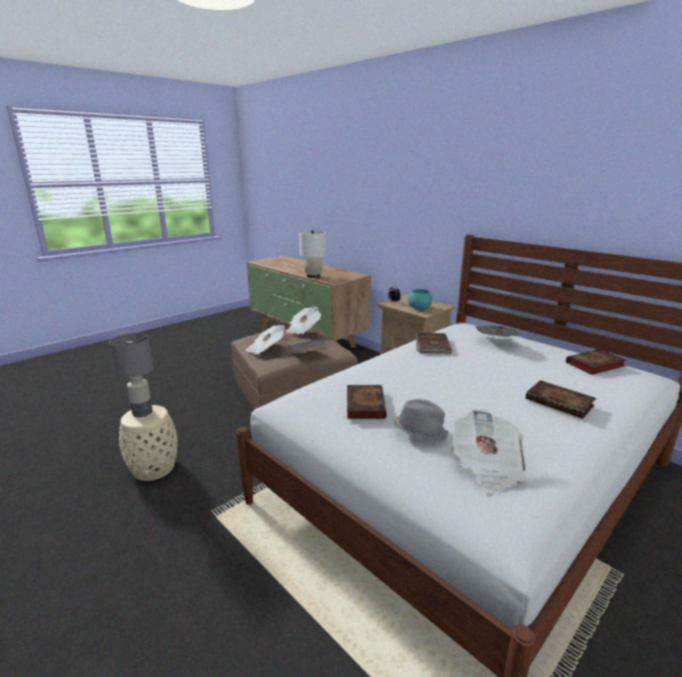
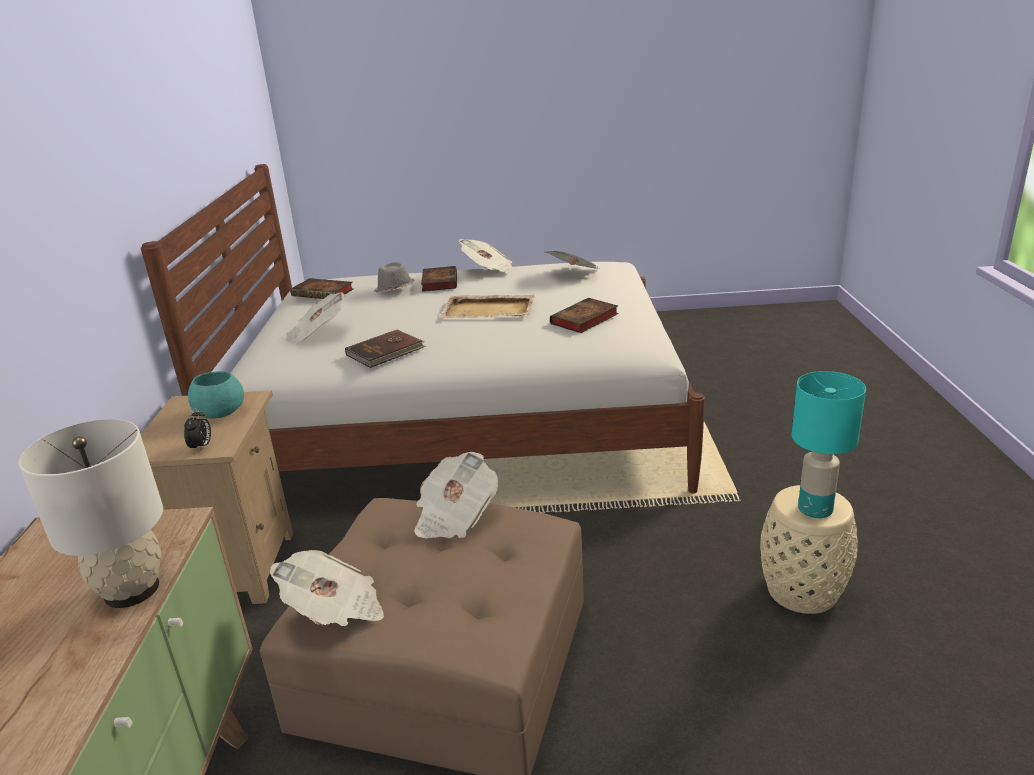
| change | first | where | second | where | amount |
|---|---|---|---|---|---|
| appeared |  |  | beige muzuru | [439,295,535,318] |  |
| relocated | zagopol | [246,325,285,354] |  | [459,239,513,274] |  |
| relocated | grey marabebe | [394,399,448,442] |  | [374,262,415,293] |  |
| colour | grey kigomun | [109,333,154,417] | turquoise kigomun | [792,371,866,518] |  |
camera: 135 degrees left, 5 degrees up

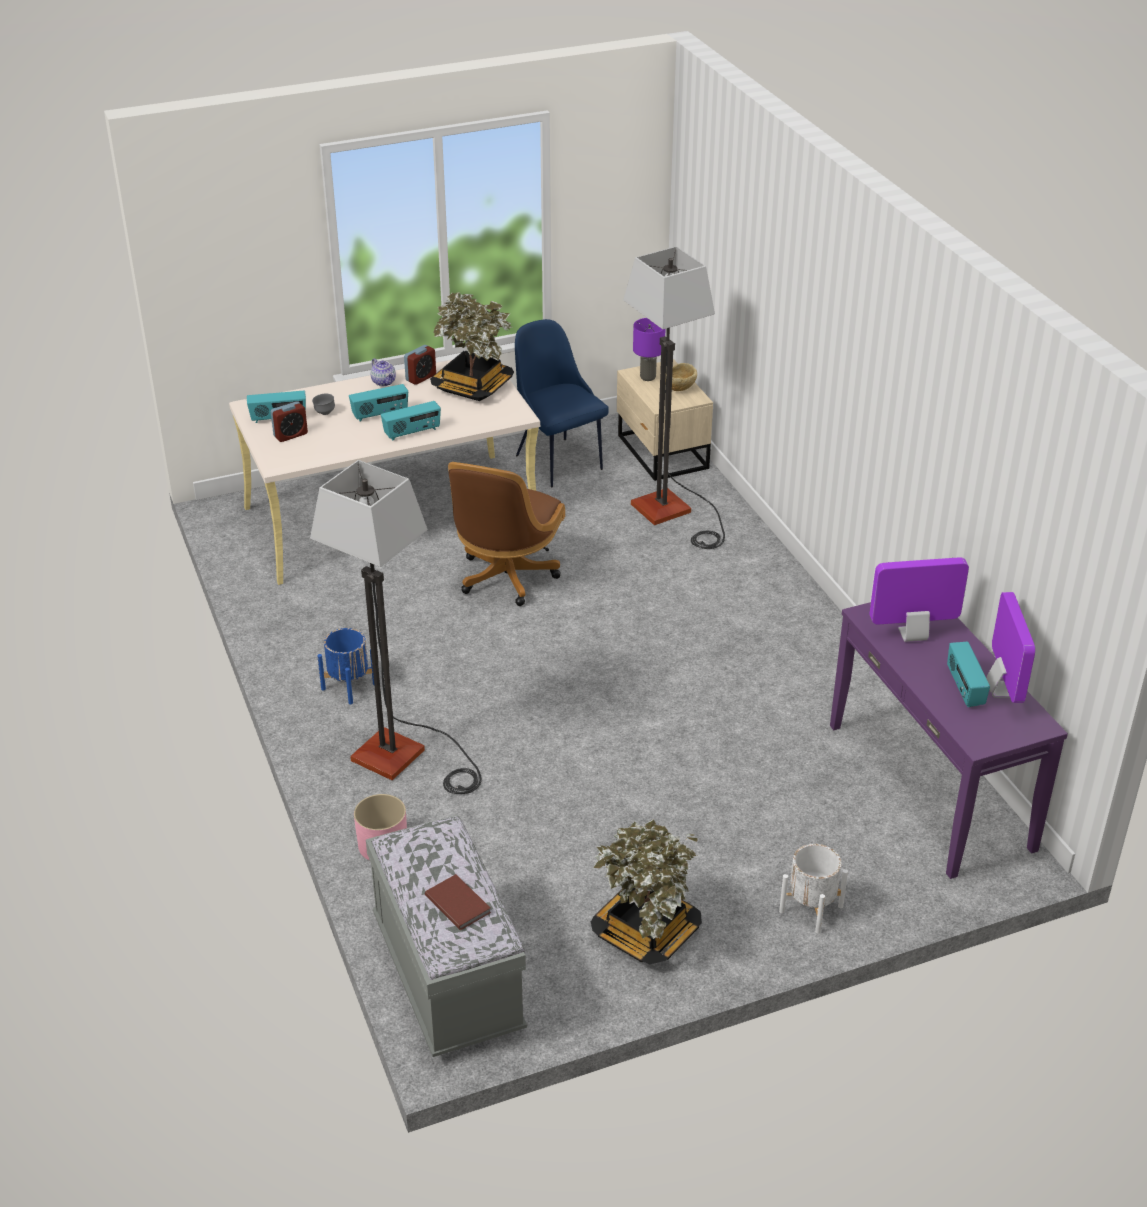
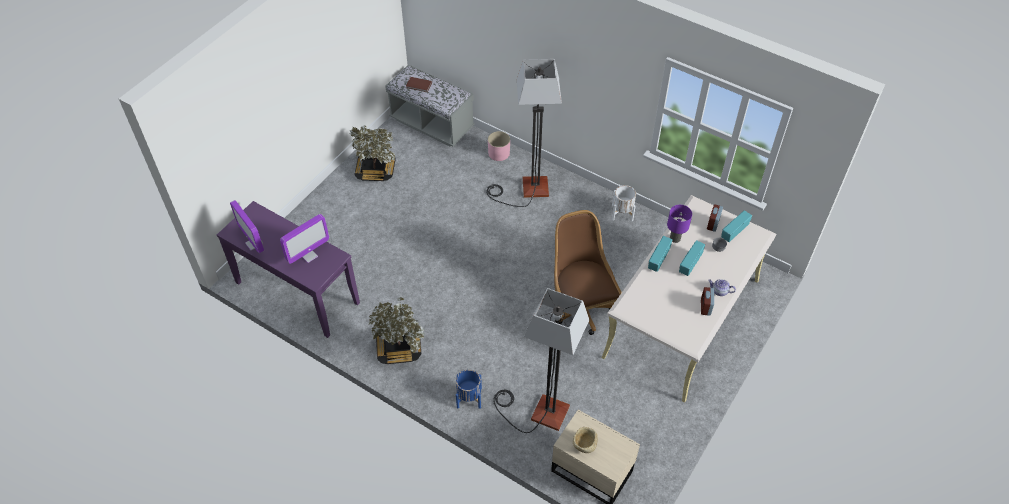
| change | first | where | second | where | amount |
|---|---|---|---|---|---|
| missing | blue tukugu | [515,319,609,487] |  |  |  |
| missing | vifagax | [947,642,990,707] |  |  |  |
| relocated | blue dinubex | [317,628,374,704] |  | [456,370,482,409] |  |
| relocated | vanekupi | [430,292,514,401] |  | [368,297,425,364] |  |
| relocated | purple kigomun | [633,318,665,381] |  | [667,205,692,243] |  |
| relocated | white dinubex | [779,844,848,933] |  | [612,185,636,222] |  |
camera: 145 degrees right, 15 degrees up

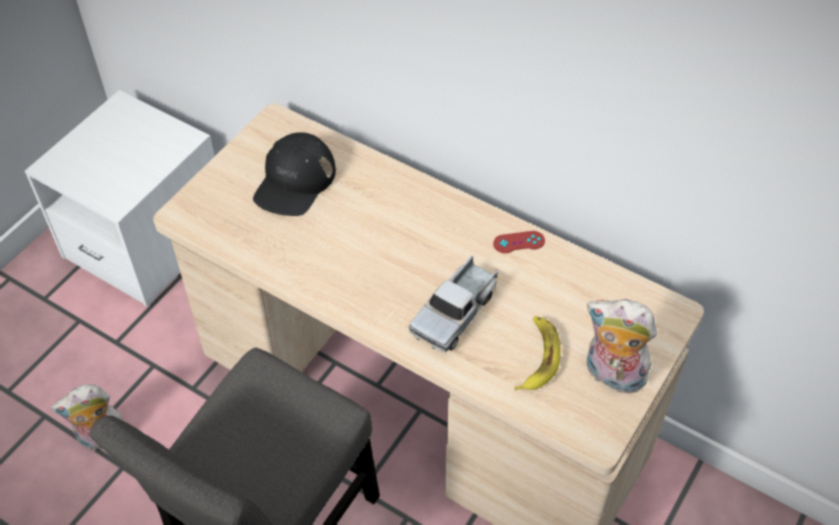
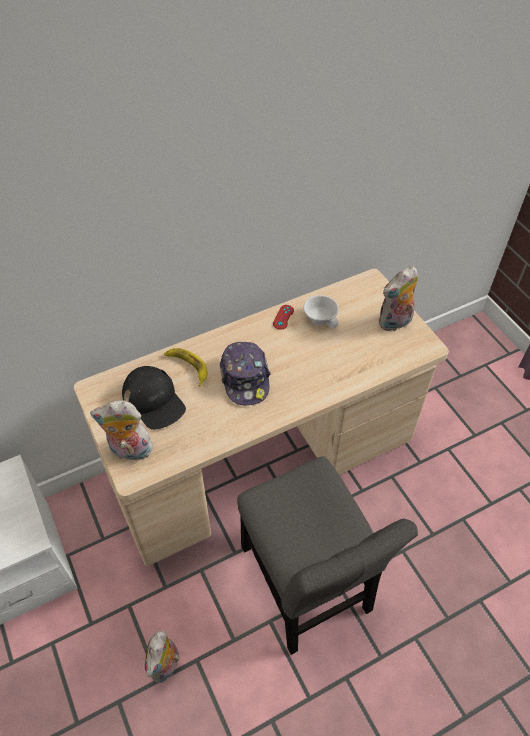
| change | first | where | second | where | amount |
|---|---|---|---|---|---|
| missing | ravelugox | [408,256,498,352] |  |  |  |
| appeared |  |  | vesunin | [90,400,157,461] |  |
| appeared |  |  | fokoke | [220,342,271,405] |  |
| appeared |  |  | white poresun | [304,295,339,329] |  |
| relocated | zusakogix | [515,316,561,390] |  | [164,348,208,387] |  |
camera: 60 degrees left, 0 degrees up

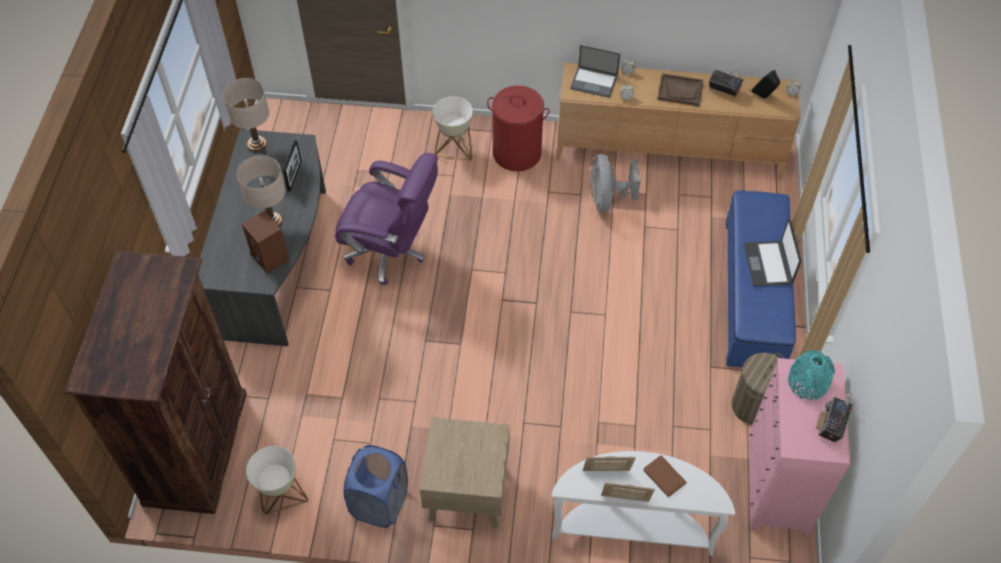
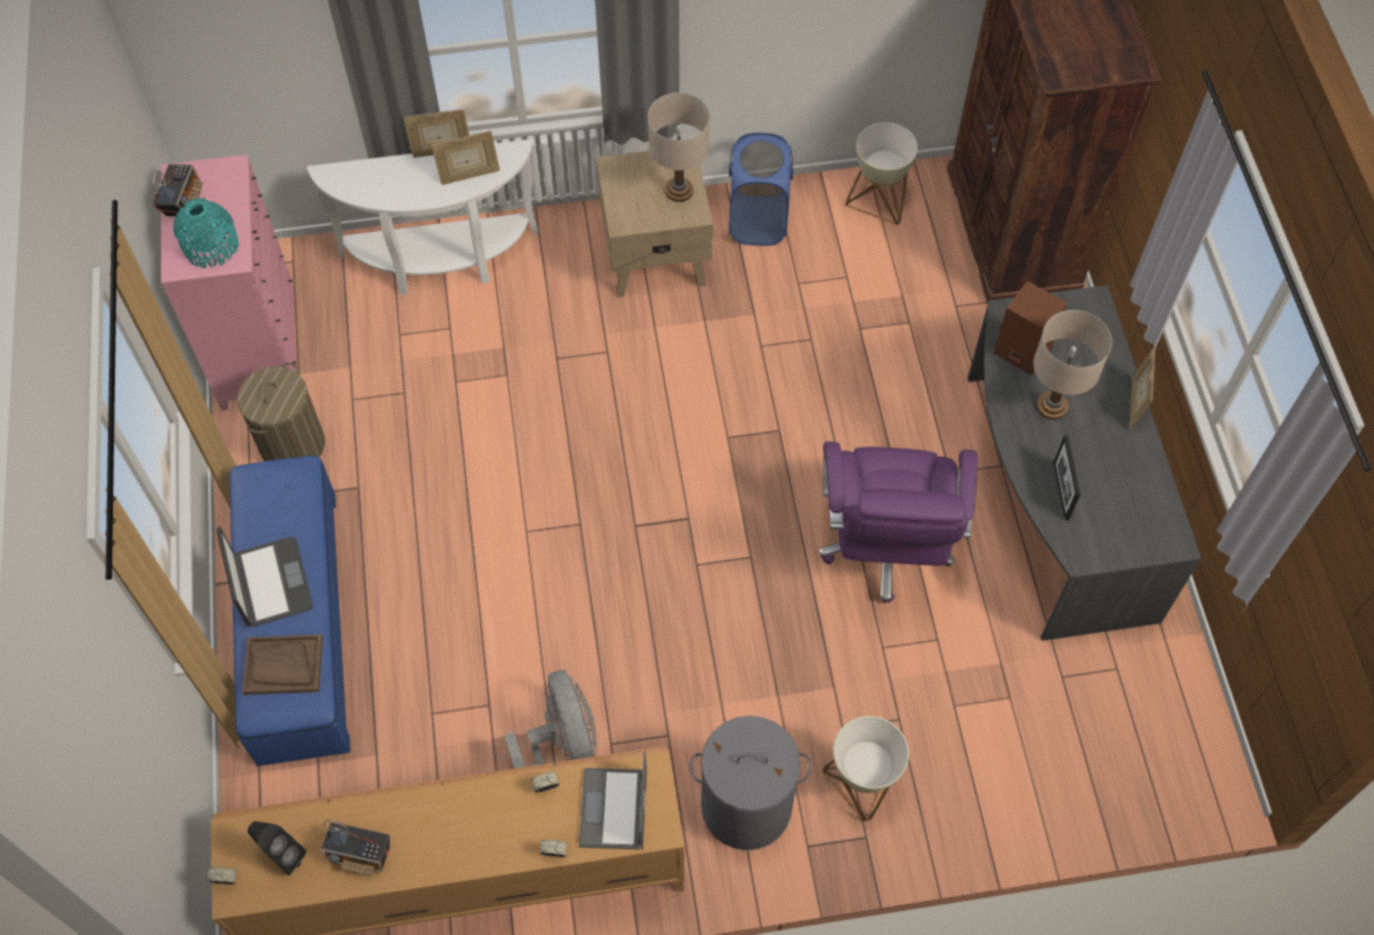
| change | first | where | second | where | amount |
|---|---|---|---|---|---|
| missing | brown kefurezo | [643,455,687,497] |  |  |  |
| appeared |  |  | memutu | [1129,347,1155,430] |  |
| relocated | beige kigomun | [223,78,269,152] |  | [648,93,710,202] |  |
| relocated | brown muzuru | [657,73,704,106] |  | [242,634,323,695] |  |
| colour | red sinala | [487,86,550,171] | grey sinala | [689,716,812,850] |  |
| spun | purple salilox | [335,153,438,285] |  | [819,441,978,602] | 90 degrees counterclockwise |
| spun | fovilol | [570,45,620,98] |  | [579,751,647,850] | 90 degrees counterclockwise |
camera: 165 degrees right, 5 degrees up

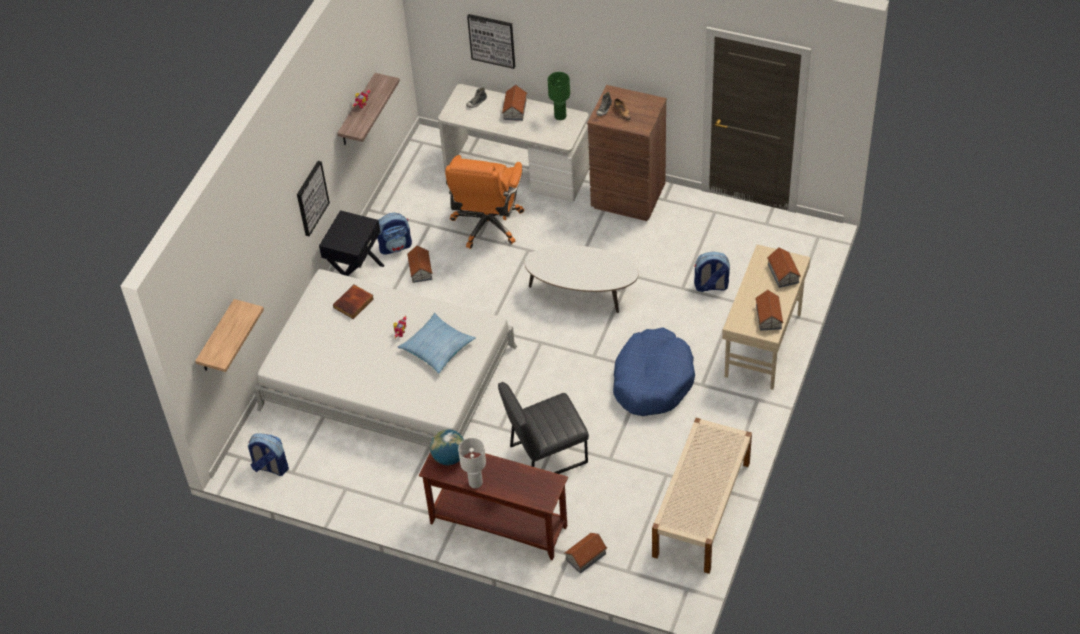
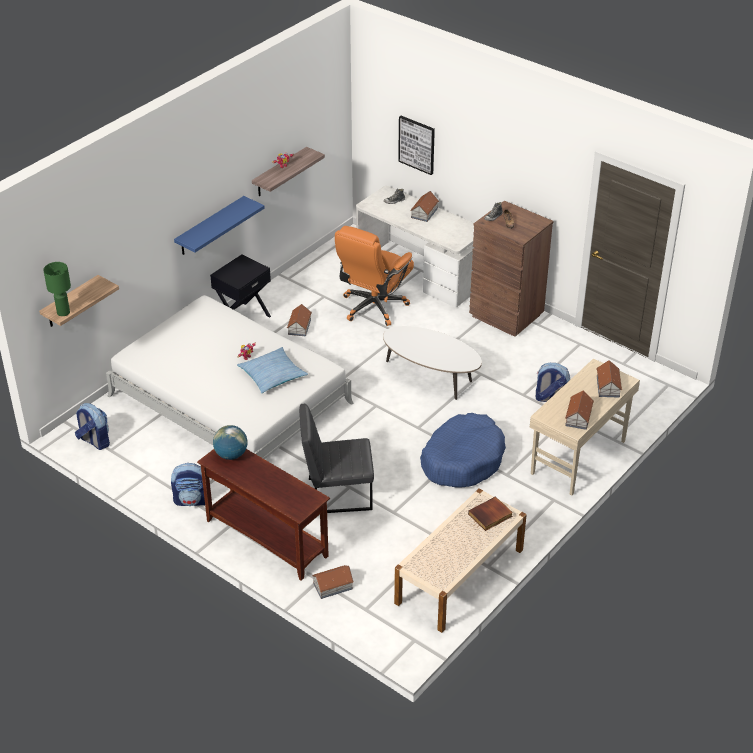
| change | first | where | second | where | amount |
|---|---|---|---|---|---|
| missing | white kigomun | [458,438,486,488] |  |  |  |
| relocated | kefurezo | [333,285,374,319] |  | [468,496,513,531] |  |
| relocated | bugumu | [377,213,412,255] |  | [171,463,205,506] |  |
| relocated | green kigomun | [548,72,570,120] |  | [43,262,71,316] |  |
| exchanged | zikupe | [297,161,330,236] | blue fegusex | [174,196,265,255] |  |
camera: 15 degrees right, 10 degrees down

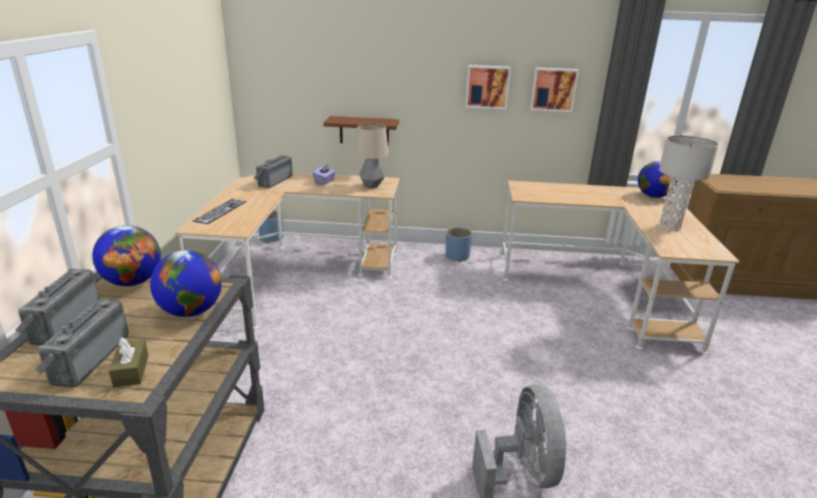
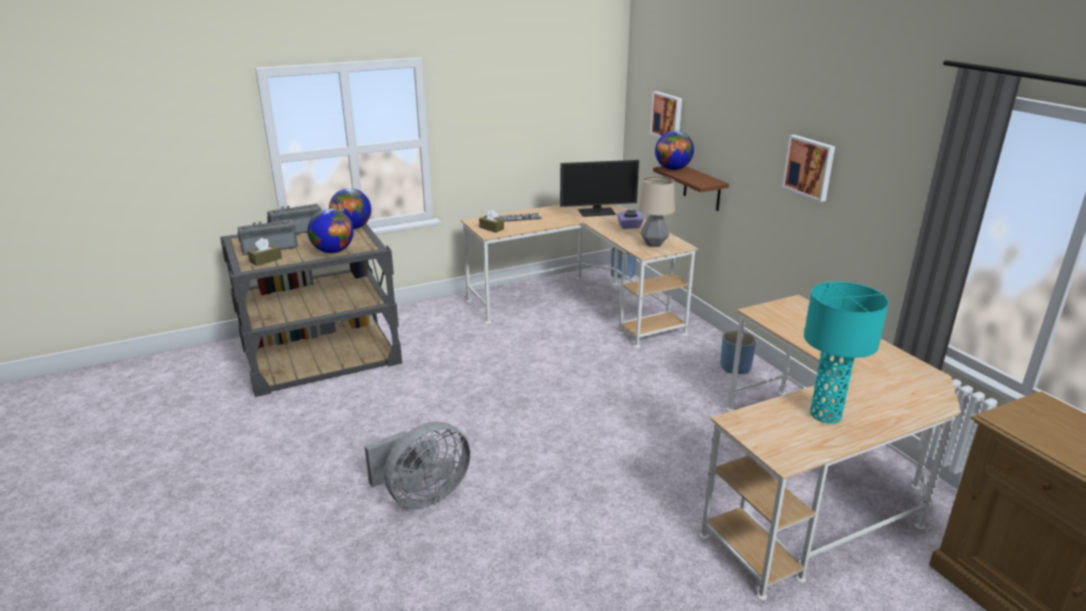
| change | first | where | second | where | amount |
|---|---|---|---|---|---|
| appeared |  |  | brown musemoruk | [479,210,504,233] |  |
| relocated | zikupe | [530,67,579,112] |  | [650,91,682,137] |  |
| relocated | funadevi | [638,161,677,198] |  | [655,131,694,170] |  |
| exchanged | vifagax | [253,155,292,188] | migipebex | [560,160,639,217] |  |
| colour | white kigomun | [659,135,719,231] | turquoise kigomun | [804,281,889,423] |  |
camera: 60 degrees right, 0 degrees up

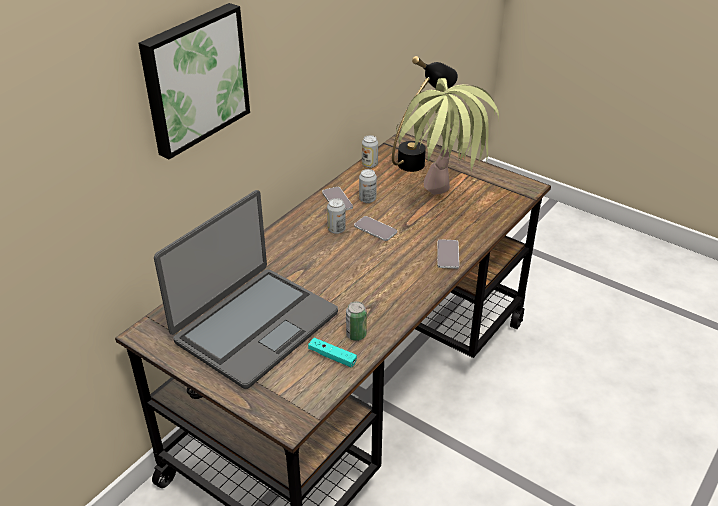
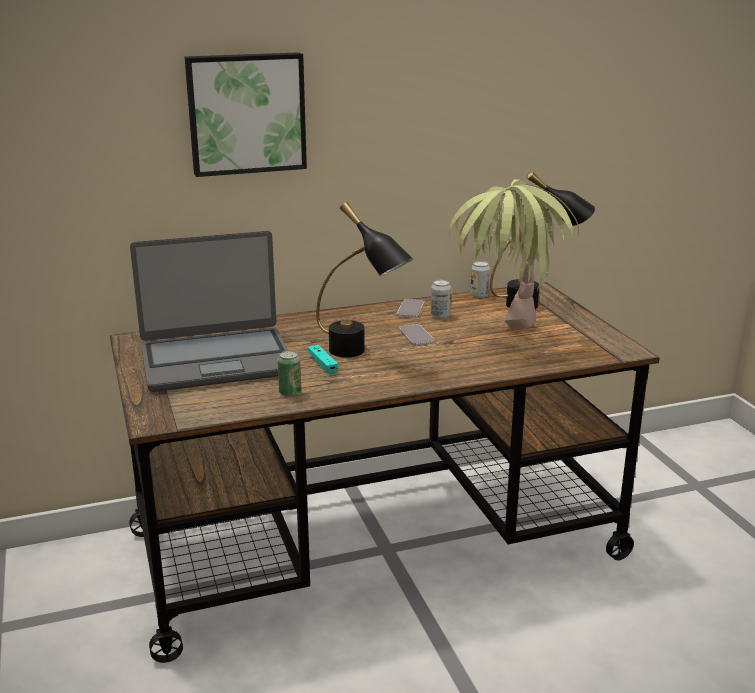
| change | first | where | second | where | amount |
|---|---|---|---|---|---|
| missing | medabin | [327,198,346,234] |  |  |  |
| missing | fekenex | [437,239,459,269] |  |  |  |
| appeared |  |  | black kigomun | [316,202,413,357] |  |
| relocated | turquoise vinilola | [308,338,357,368] |  | [308,345,338,374] |  |
camera: 35 degrees right, 15 degrees down

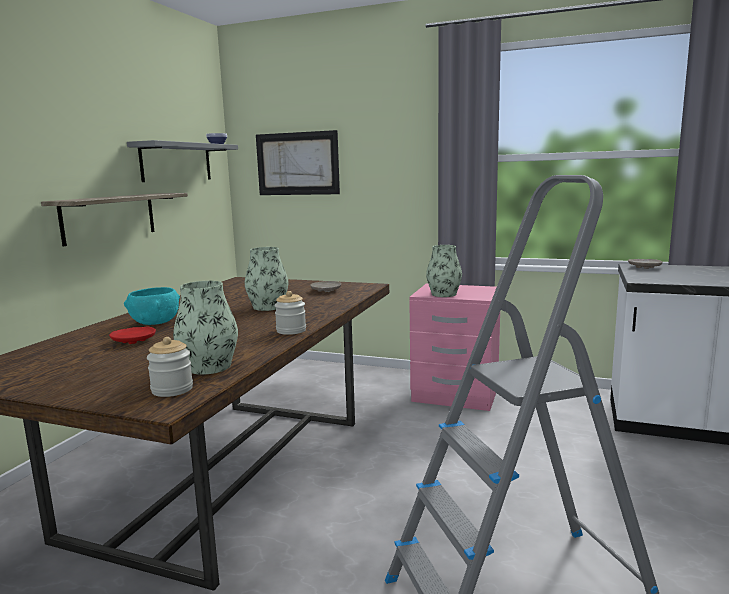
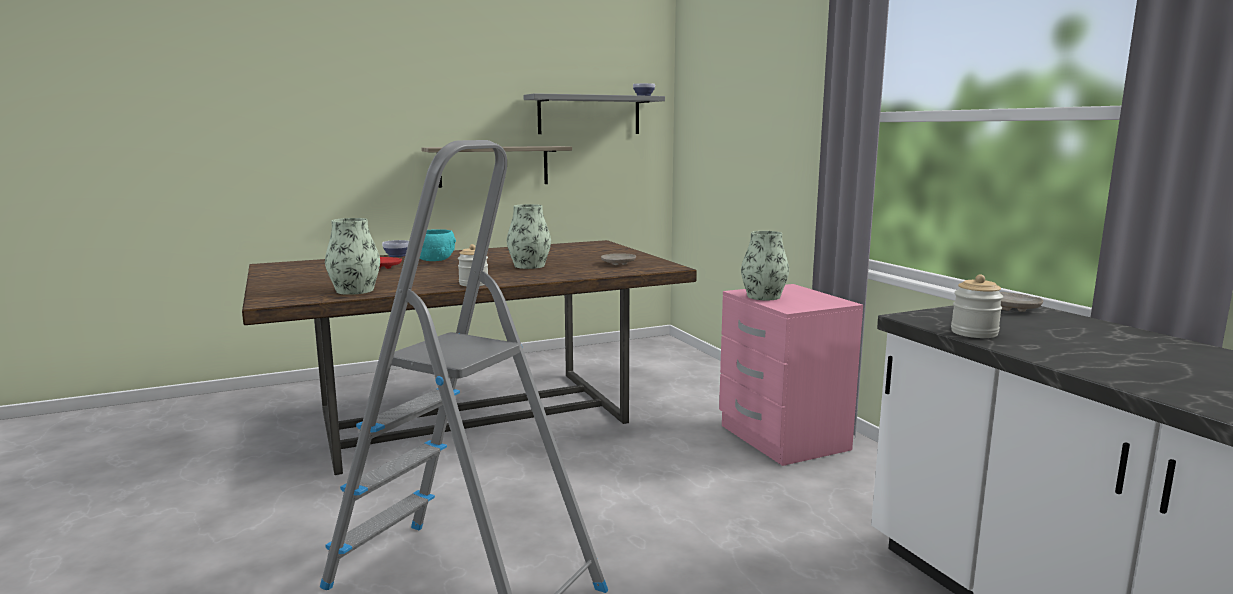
| change | first | where | second | where | amount |
|---|---|---|---|---|---|
| missing | zikupe | [256,130,340,195] |  |  |  |
| appeared |  |  | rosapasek | [382,240,409,257] |  |
| relocated | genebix | [147,337,193,397] |  | [951,274,1003,338] |  |
camera: 45 degrees right, 0 degrees up

